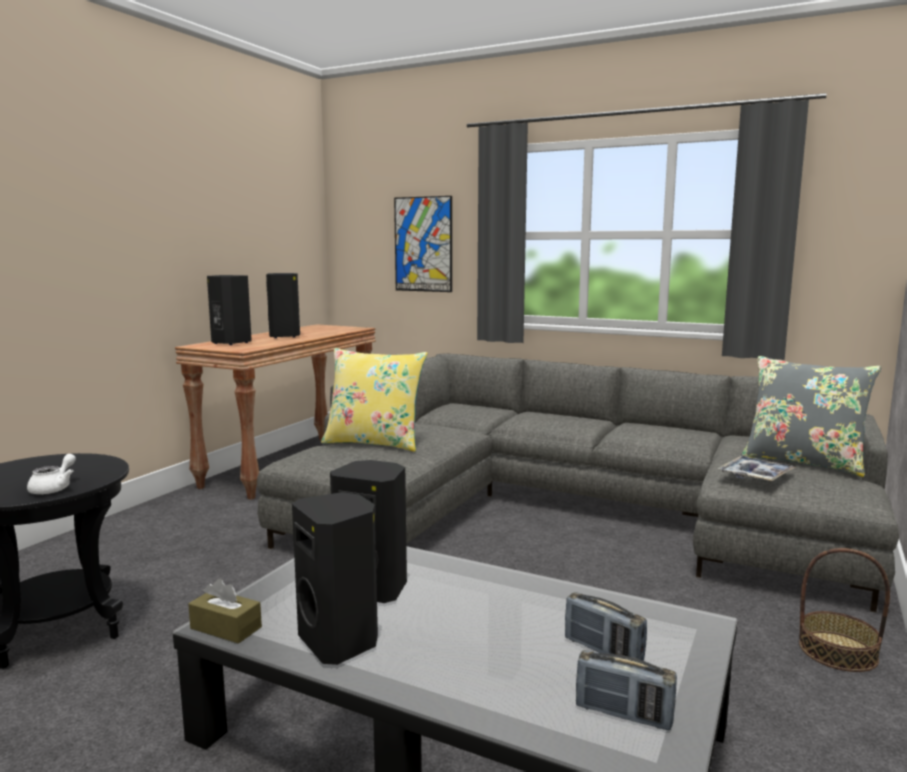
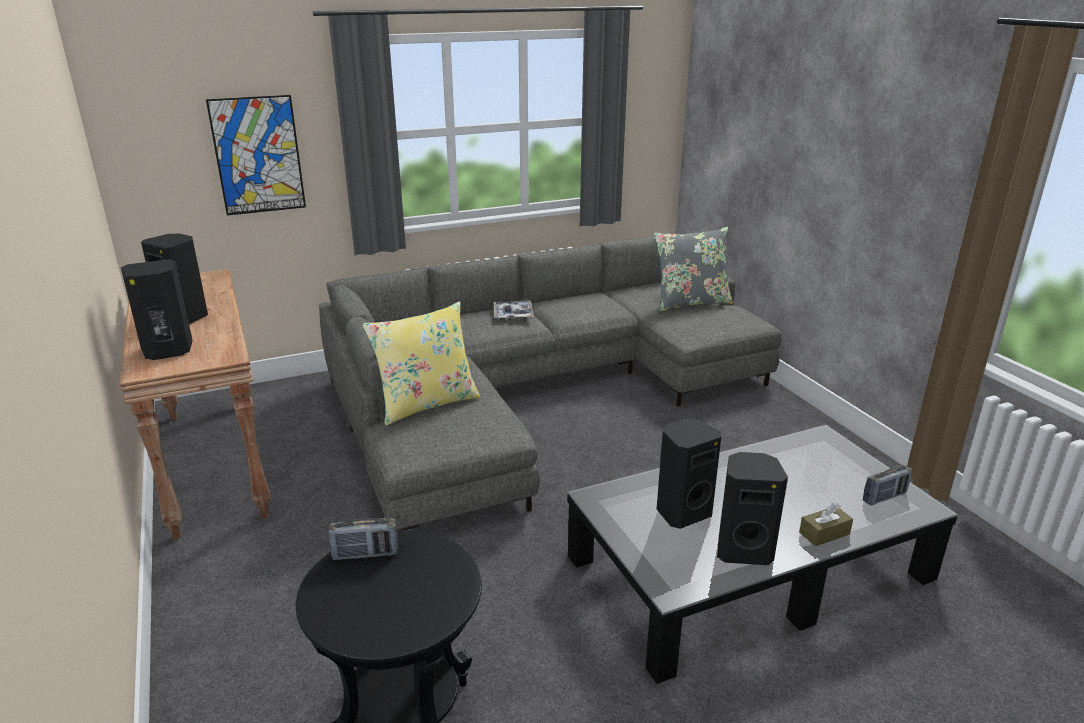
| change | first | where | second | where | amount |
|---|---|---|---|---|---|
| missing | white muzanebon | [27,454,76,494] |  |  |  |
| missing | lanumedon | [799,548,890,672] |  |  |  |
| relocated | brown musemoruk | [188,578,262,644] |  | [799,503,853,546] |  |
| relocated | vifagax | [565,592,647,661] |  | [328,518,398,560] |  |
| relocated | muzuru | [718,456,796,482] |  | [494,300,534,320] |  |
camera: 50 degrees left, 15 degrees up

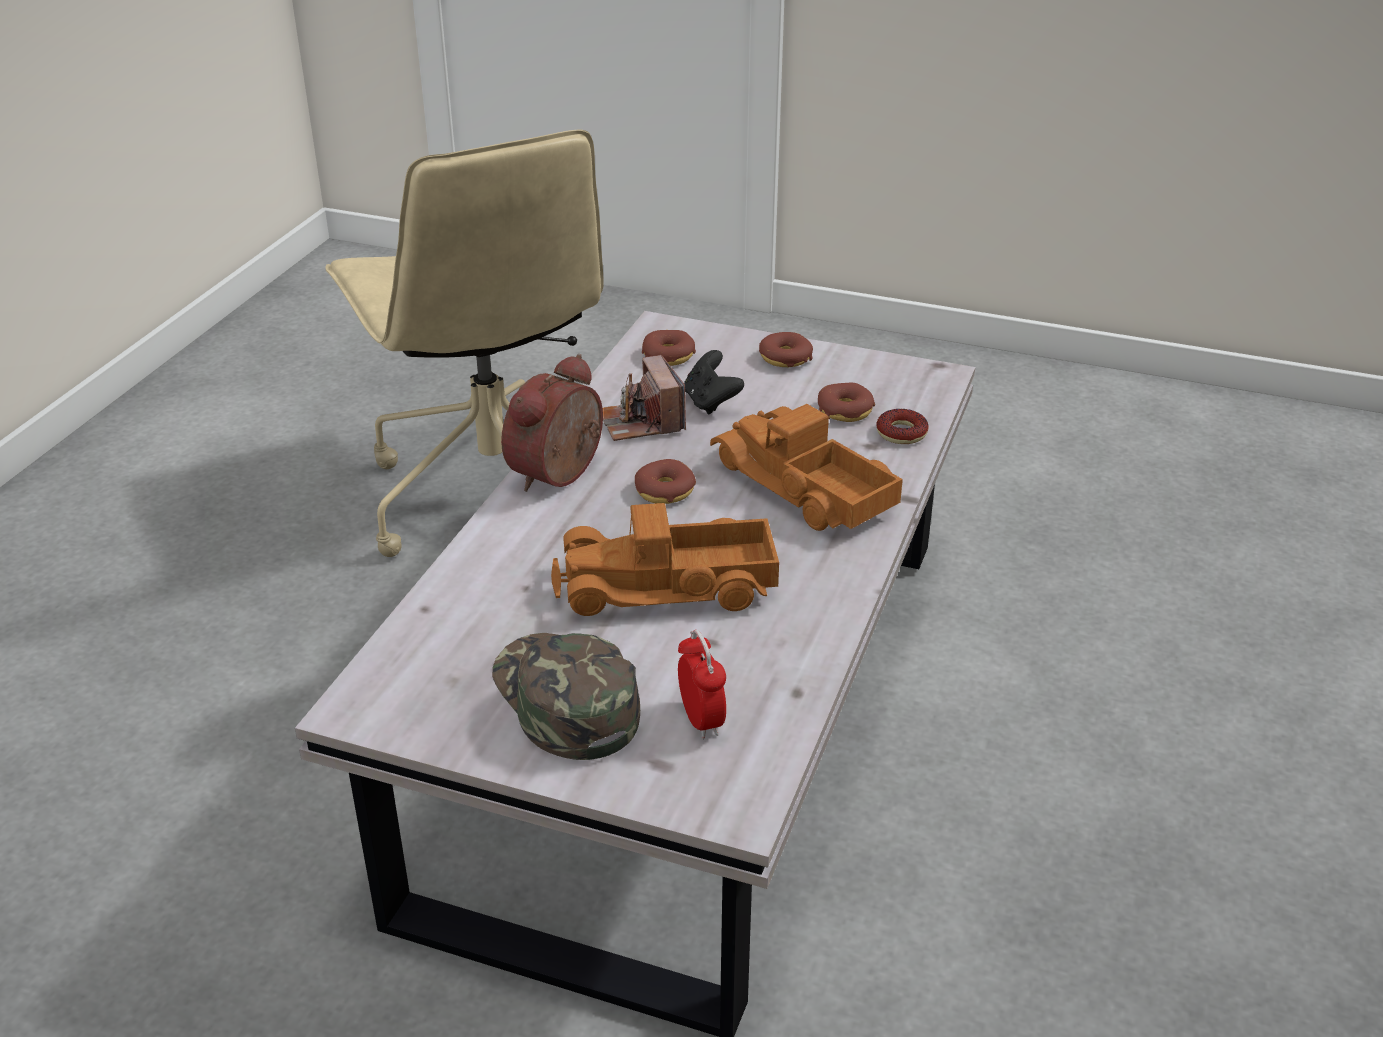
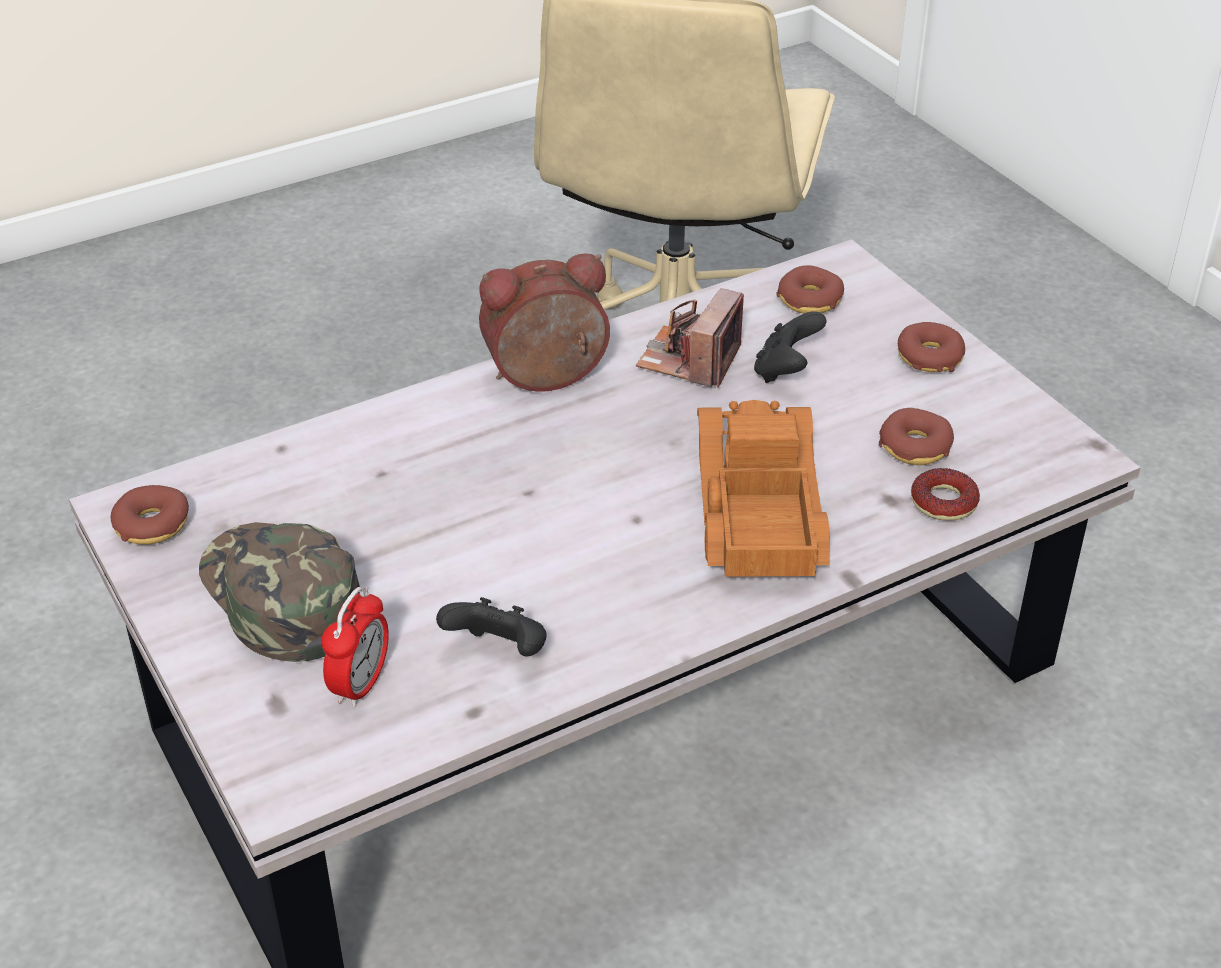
| change | first | where | second | where | amount |
|---|---|---|---|---|---|
| missing | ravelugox | [551,503,779,616] |  |  |  |
| appeared |  |  | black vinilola | [436,597,547,656] |  |
| relocated | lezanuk | [635,459,696,504] |  | [111,485,189,545] |  |
| spun | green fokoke | [492,633,640,760] |  | [199,522,360,662] | 45 degrees counterclockwise |
camera: 40 degrees right, 5 degrees up

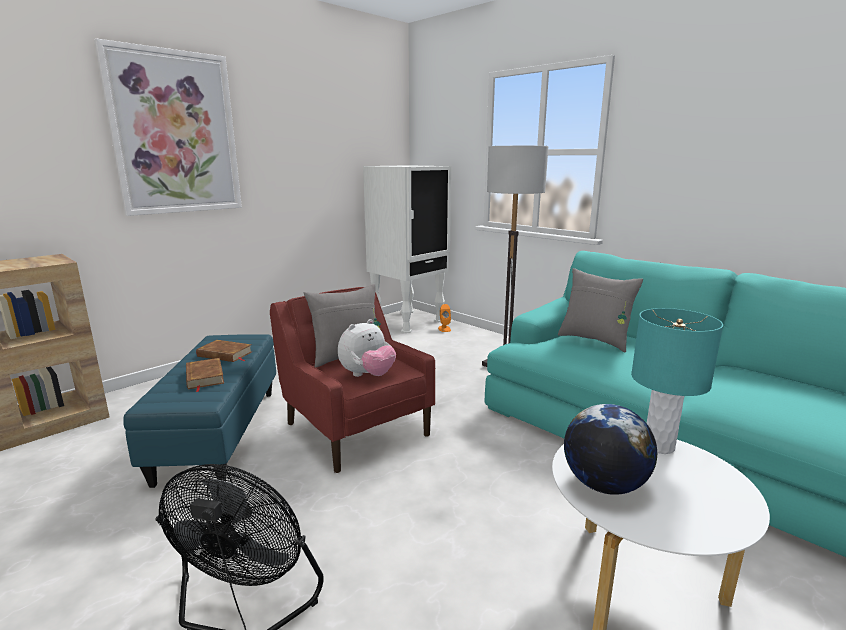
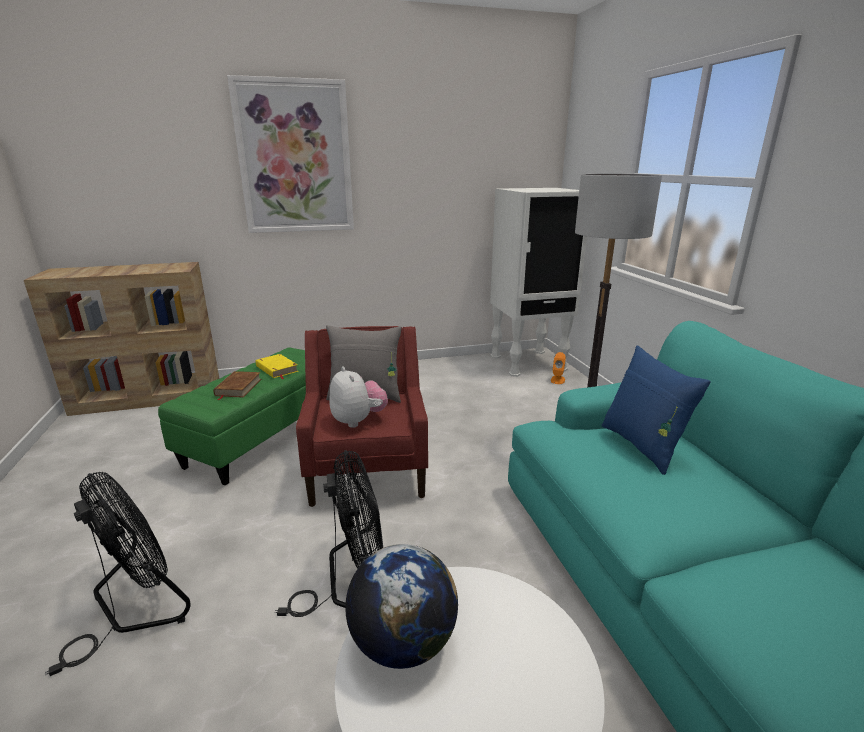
| change | first | where | second | where | amount |
|---|---|---|---|---|---|
| missing | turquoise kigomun | [631,308,723,454] |  |  |  |
| appeared |  |  | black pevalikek | [275,450,383,617] |  |
| colour | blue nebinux | [123,334,276,488] | green nebinux | [158,348,306,485] |  |
| colour | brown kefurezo | [196,340,252,362] | yellow kefurezo | [256,354,299,379] |  |
| colour | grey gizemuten | [558,268,643,352] | blue gizemuten | [602,345,710,475] |  |
| spun | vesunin | [338,319,396,377] |  | [330,366,388,428] | 105 degrees counterclockwise |
camera: 30 degrees right, 5 degrees up

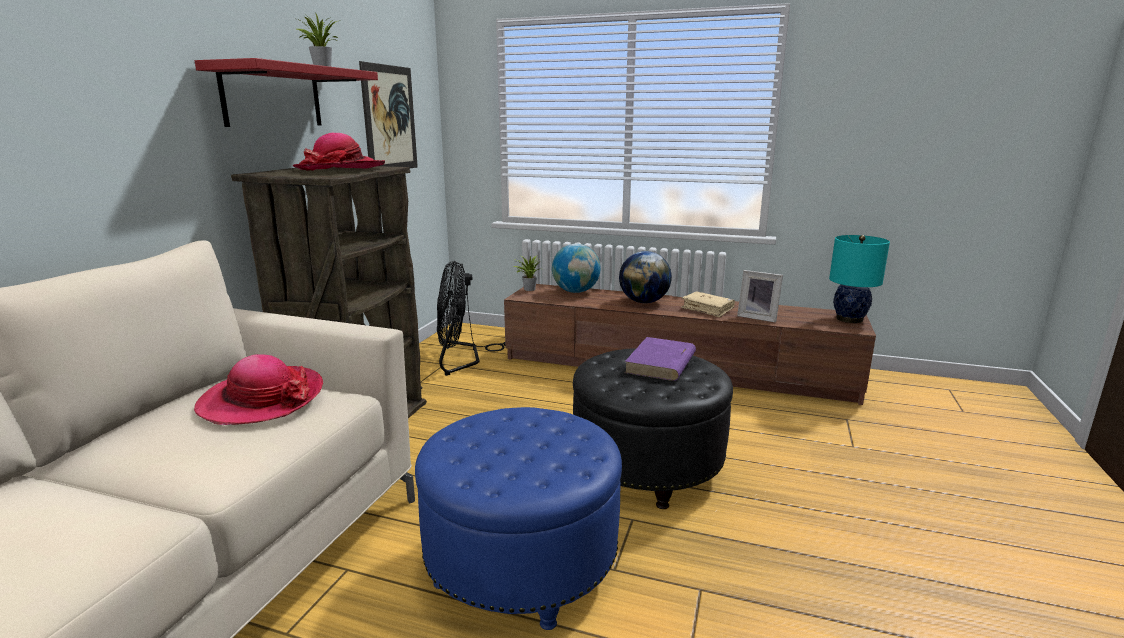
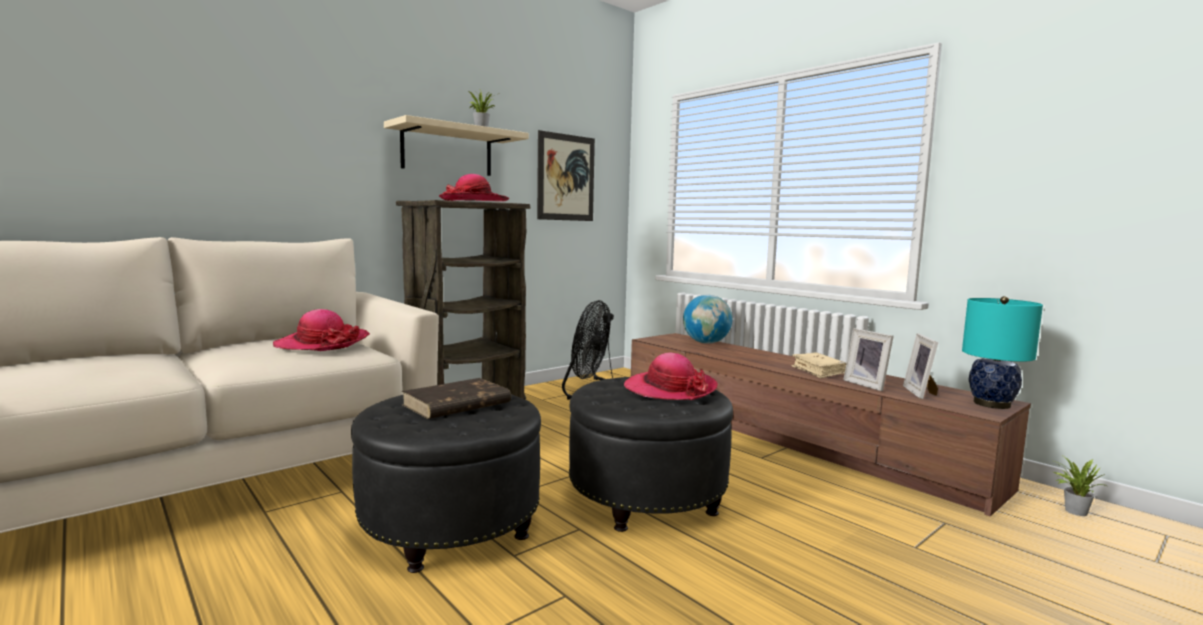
| change | first | where | second | where | amount |
|---|---|---|---|---|---|
| missing | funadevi | [619,251,672,303] |  |  |  |
| appeared |  |  | brown kefurezo | [401,378,511,419] |  |
| appeared |  |  | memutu | [903,333,938,399] |  |
| relocated | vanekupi | [513,256,539,291] |  | [1053,455,1107,516] |  |
| exchanged | purple kefurezo | [624,337,696,381] | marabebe | [624,353,718,400] |  |
| colour | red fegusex | [195,58,378,127] | beige fegusex | [384,115,529,176] |  |
| colour | blue nebinux | [415,407,622,630] | black nebinux | [351,394,541,573] |  |
camera: 30 degrees right, 10 degrees down

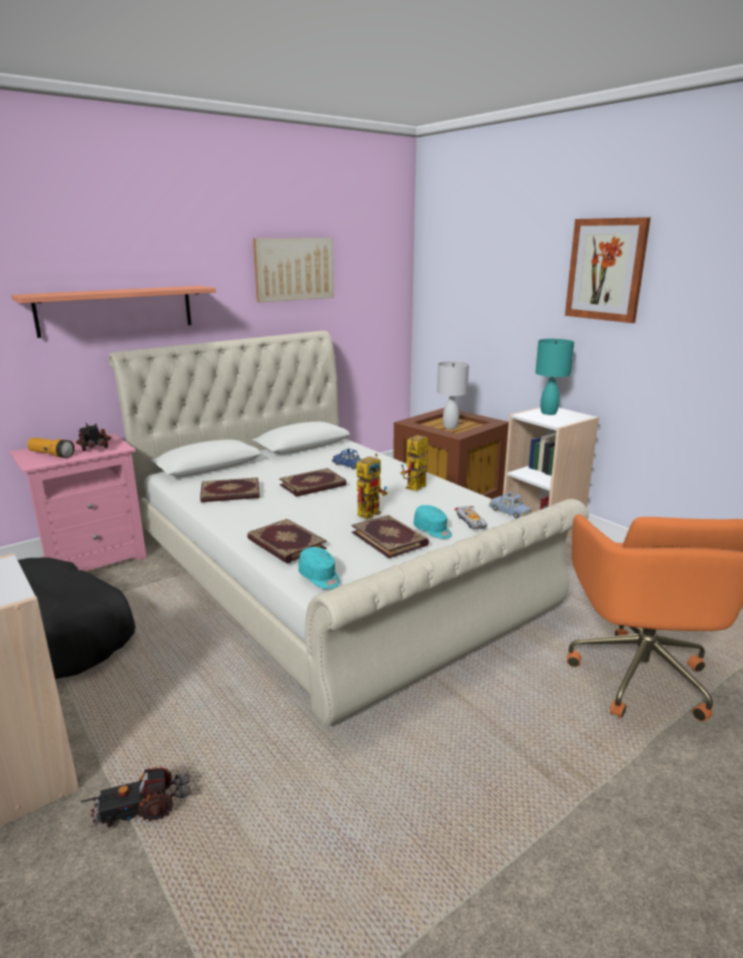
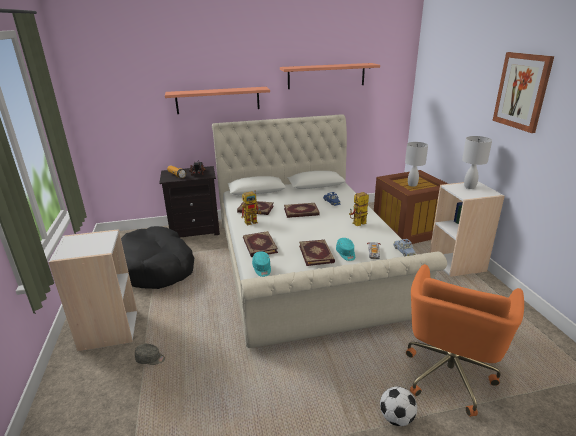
| change | first | where | second | where | amount |
|---|---|---|---|---|---|
| appeared |  |  | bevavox | [380,386,417,426] |  |
| relocated | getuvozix | [356,454,388,519] |  | [241,190,261,225] |  |
| exchanged | ravelugox | [81,767,191,828] | grey fokoke | [135,344,165,365] |  |
| exchanged | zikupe | [253,238,334,302] | fegusex | [280,63,380,89] |  |
| colour | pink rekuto | [9,433,147,571] | black rekuto | [160,166,220,237] |  |
| colour | turquoise kigomun | [535,339,574,415] | white kigomun | [462,136,492,189] |  |
camera: 25 degrees right, 5 degrees up

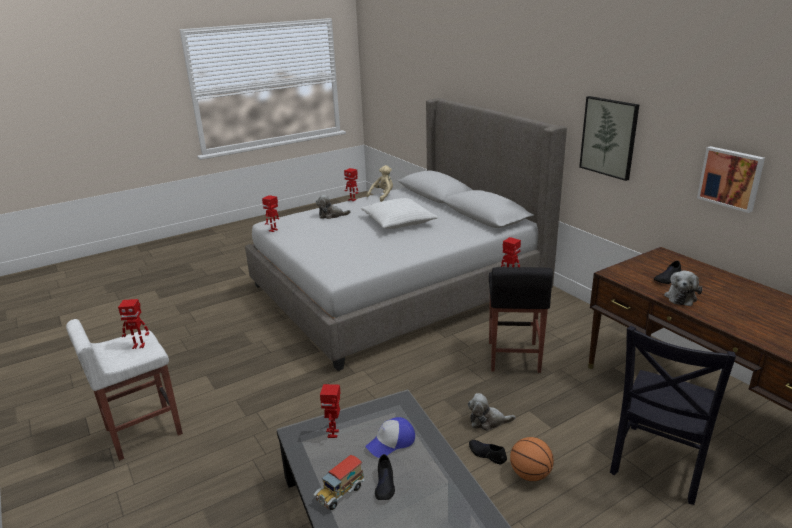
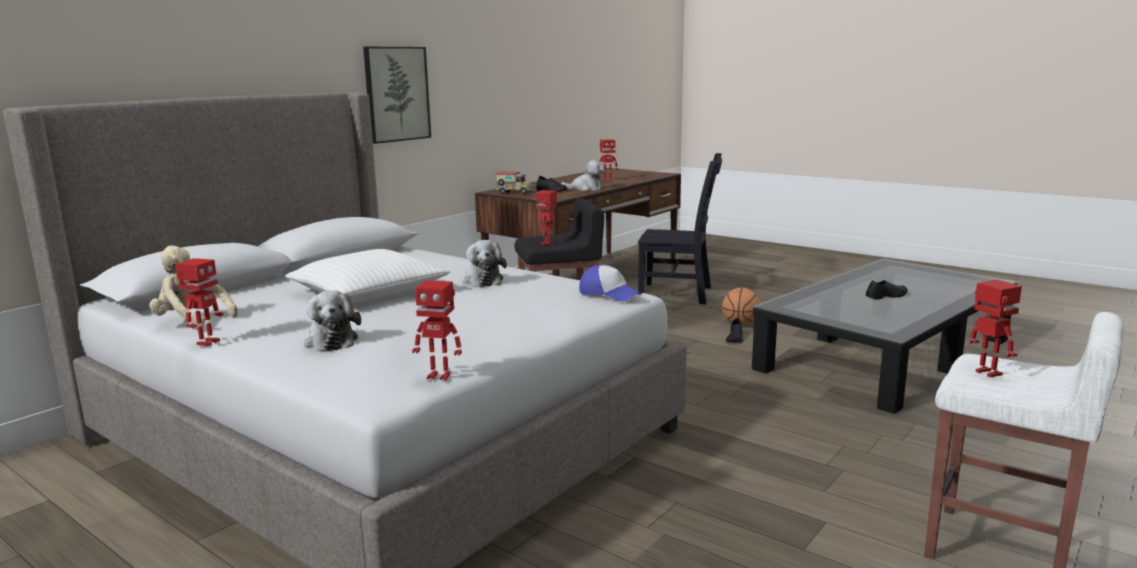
| change | first | where | second | where | amount |
|---|---|---|---|---|---|
| missing | zikupe | [697,146,765,213] |  |  |  |
| relocated | ravelugox | [313,455,365,510] |  | [495,171,533,194] |  |
| relocated | getuvozix | [320,384,340,438] |  | [599,139,619,182] |  |
| relocated | fokoke | [365,417,415,458] |  | [579,265,642,302] |  |
| relocated | vesunin | [468,393,515,431] |  | [463,240,507,287] |  |
camera: 110 degrees left, 10 degrees down

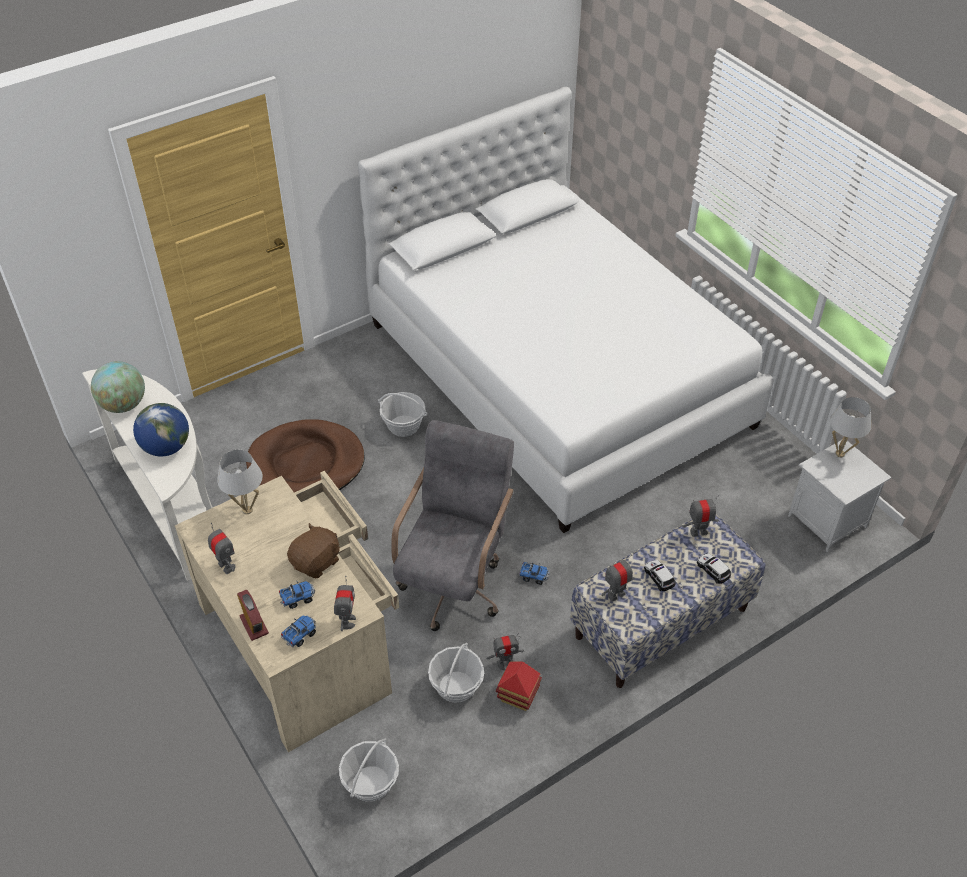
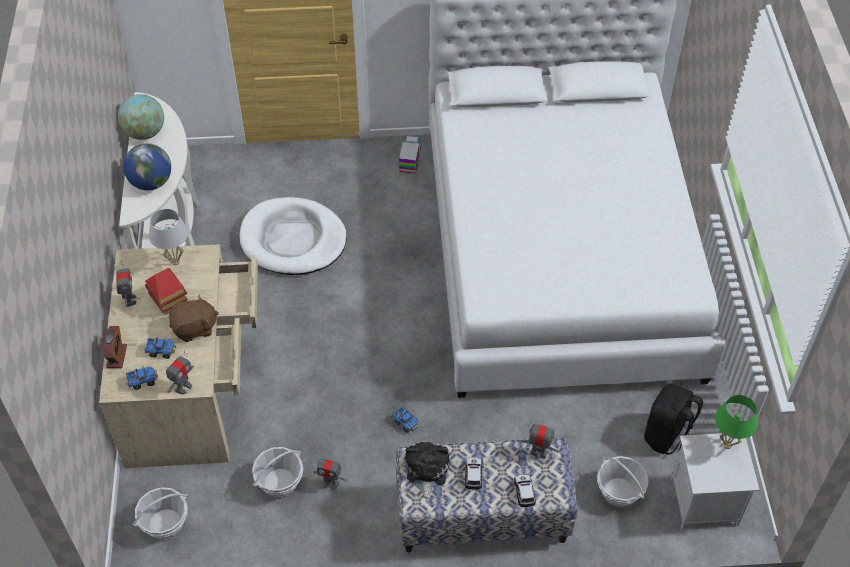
| change | first | where | second | where | amount |
|---|---|---|---|---|---|
| missing | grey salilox | [391,420,514,631] |  |  |  |
| appeared |  |  | ravelugox | [399,136,422,174] |  |
| appeared |  |  | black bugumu | [644,384,703,455] |  |
| relocated | lanumedon | [378,392,427,437] |  | [597,456,648,507] |  |
| relocated | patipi | [496,661,542,711] |  | [145,268,188,315] |  |
| exchanged | getuvozix | [601,555,635,602] | vesunin | [405,441,449,500] |  |
| colour | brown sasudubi | [246,419,365,492] | white sasudubi | [240,197,347,275] |  |
| colour | white kigomun | [830,397,871,457] | green kigomun | [715,395,758,449] |  |
camera: 30 degrees right, 5 degrees up

